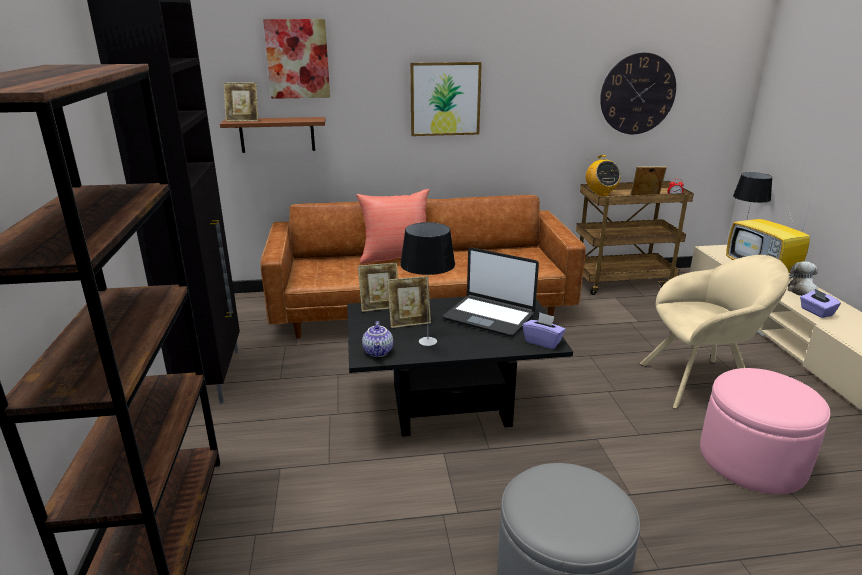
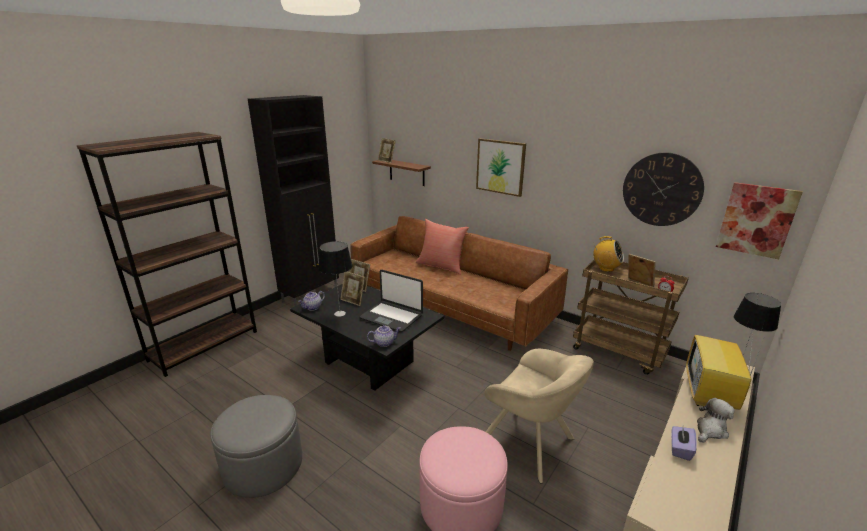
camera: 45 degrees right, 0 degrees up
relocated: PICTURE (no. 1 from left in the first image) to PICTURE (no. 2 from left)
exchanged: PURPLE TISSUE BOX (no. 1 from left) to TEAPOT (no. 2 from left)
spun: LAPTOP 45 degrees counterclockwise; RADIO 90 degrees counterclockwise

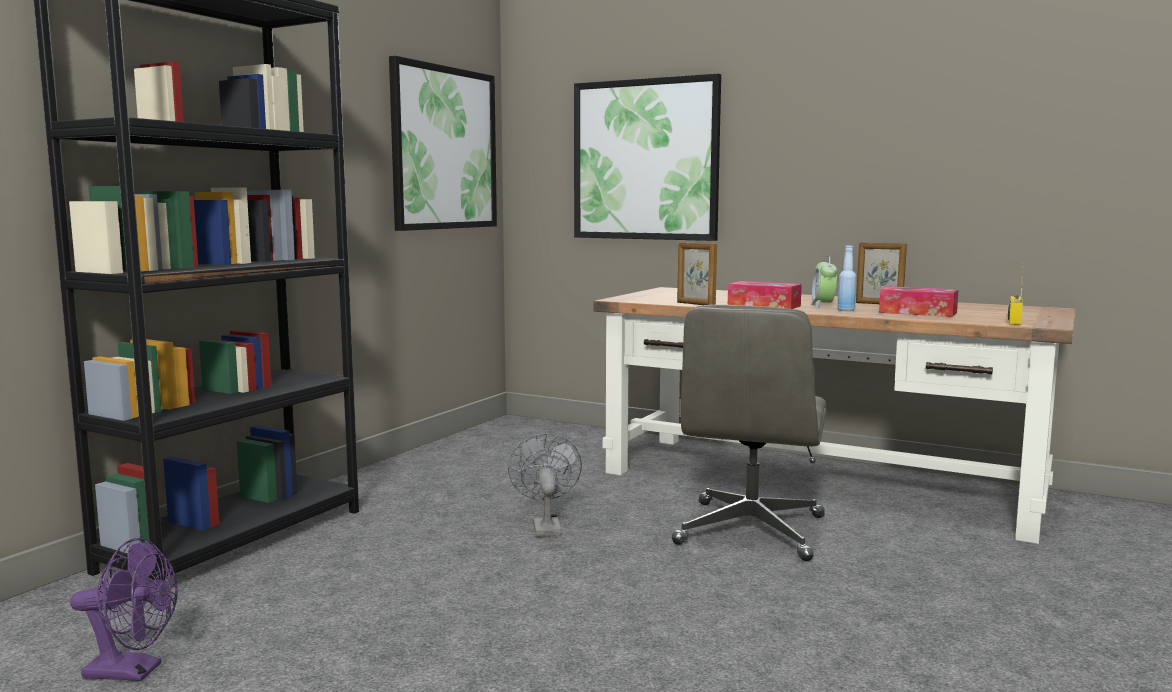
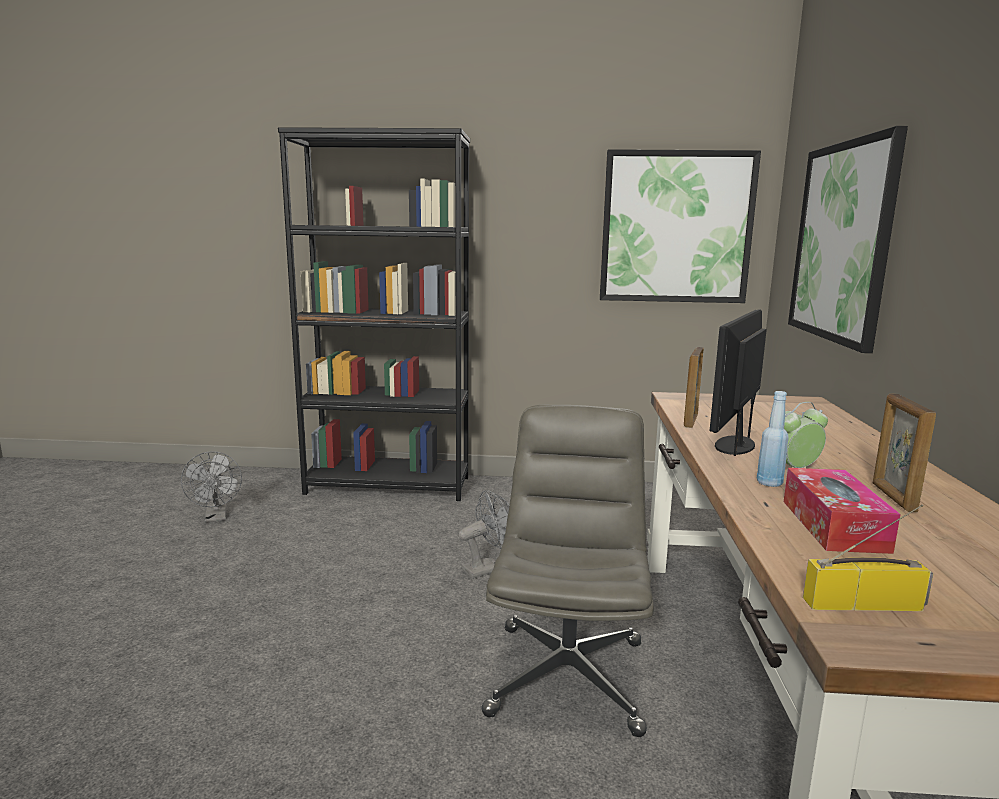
camera: 65 degrees right, 5 degrees up
exchanged: TISSUE BOX (no. 1 from left) to MONITOR
colour: PURPLE FAN to GREY FAN (no. 1 from left)
spun: GREY OFFICE CHAIR 105 degrees clockwise

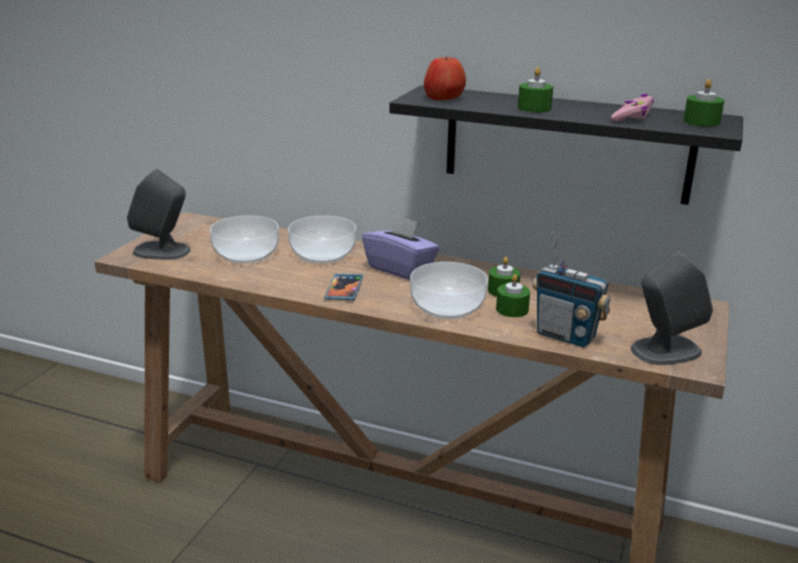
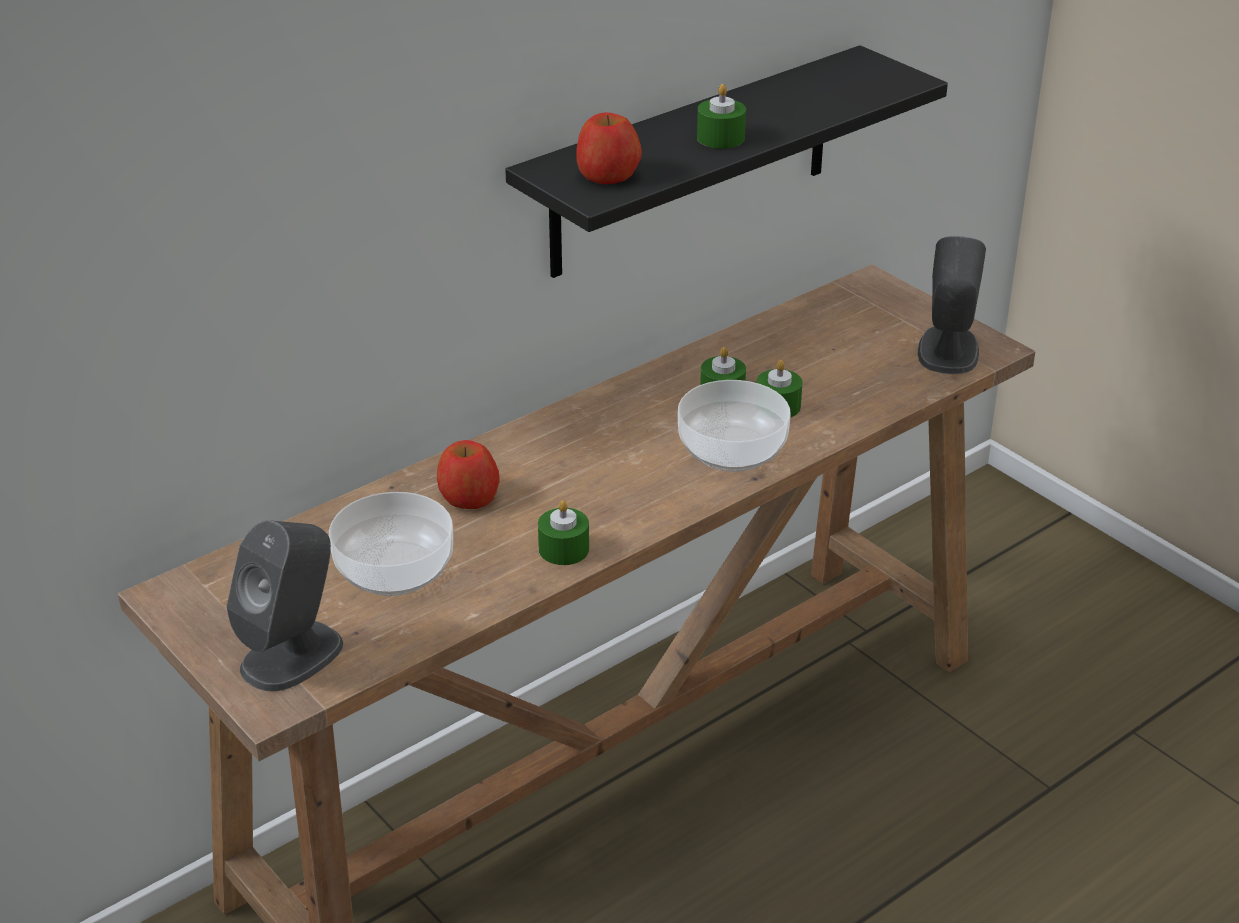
camera: 60 degrees left, 10 degrees up
missing: PHONE; PURPLE TISSUE BOX; RADIO; PINK GAME CONTROLLER
relocated: GREEN CANDLE (no. 4 from left in the first image) to GREEN CANDLE (no. 1 from left)
exchanged: BOWL (no. 2 from left) to APPLE (no. 1 from left)

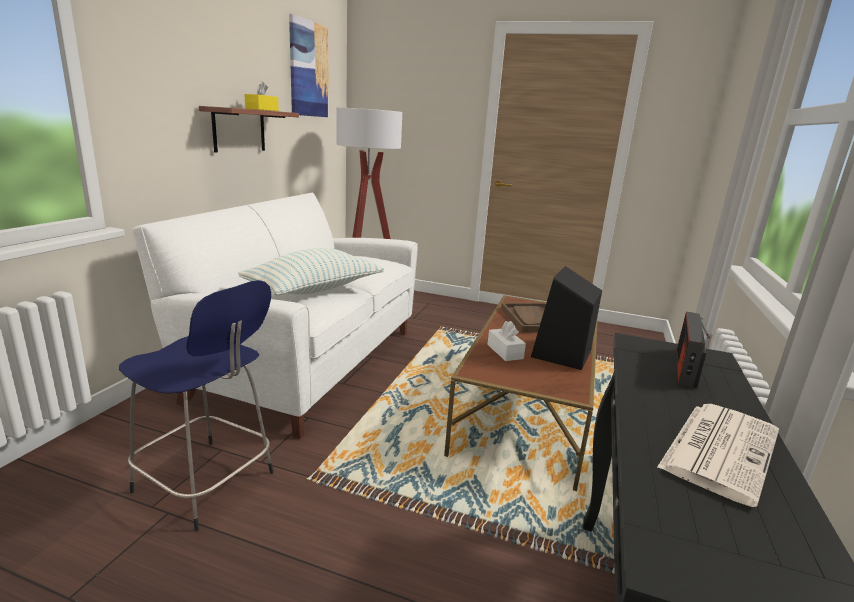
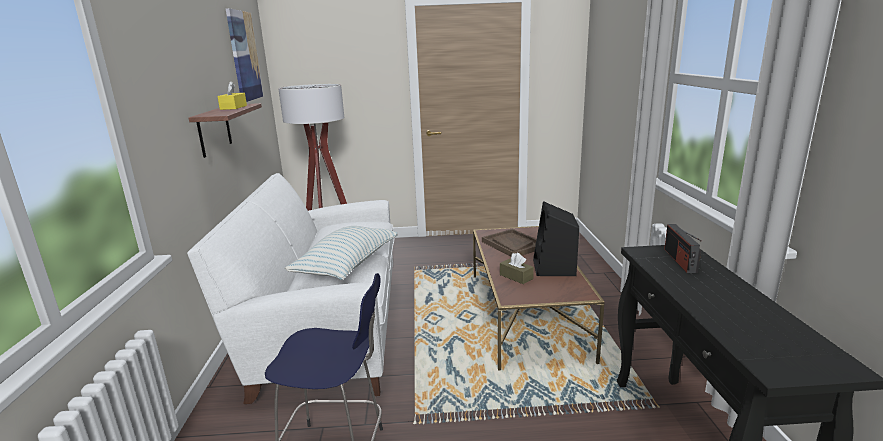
camera: 20 degrees left, 0 degrees up
missing: NEWSPAPER
colour: WHITE TISSUE BOX to BROWN TISSUE BOX

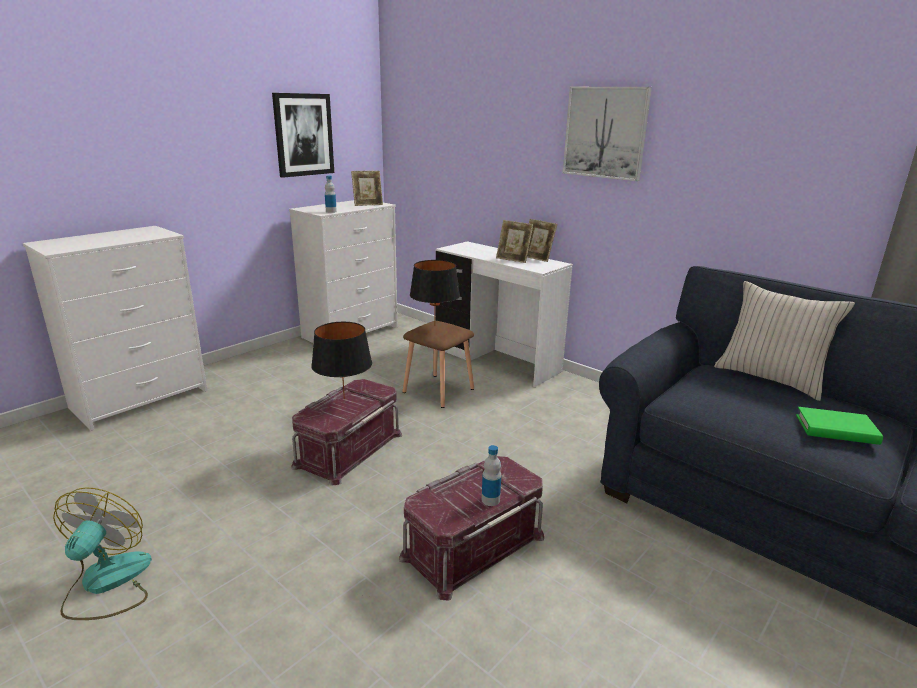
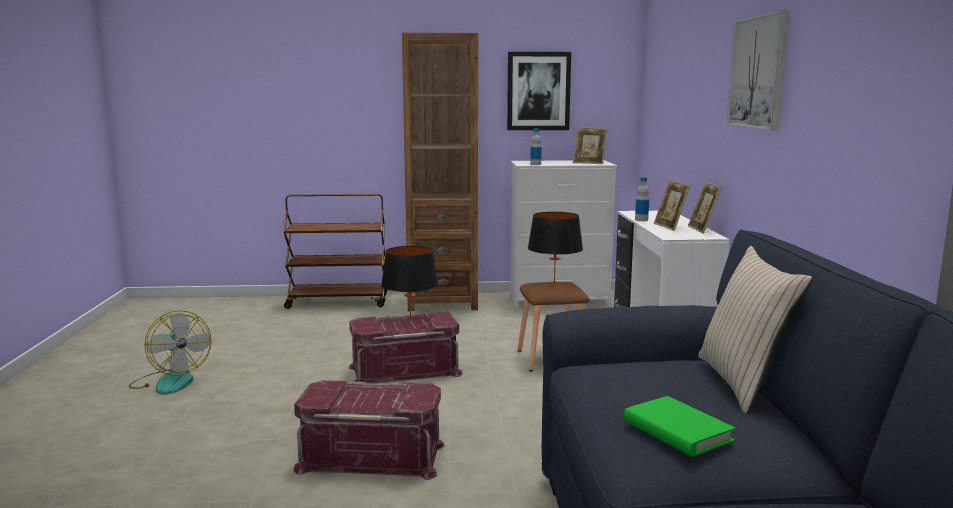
camera: 45 degrees right, 10 degrees down
appeared: BROWN BOOKCASE
relocated: BOTTLE (no. 2 from left)
exchanged: WHITE DRESSER (no. 1 from left) to BROWN CART
spun: FAN 90 degrees clockwise

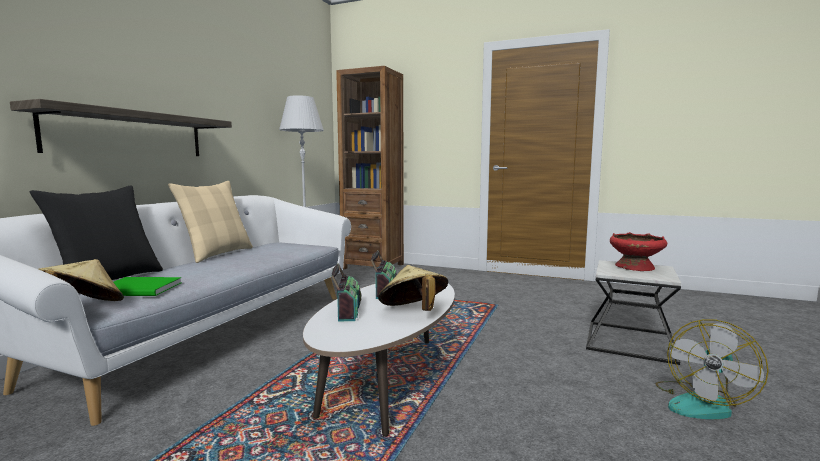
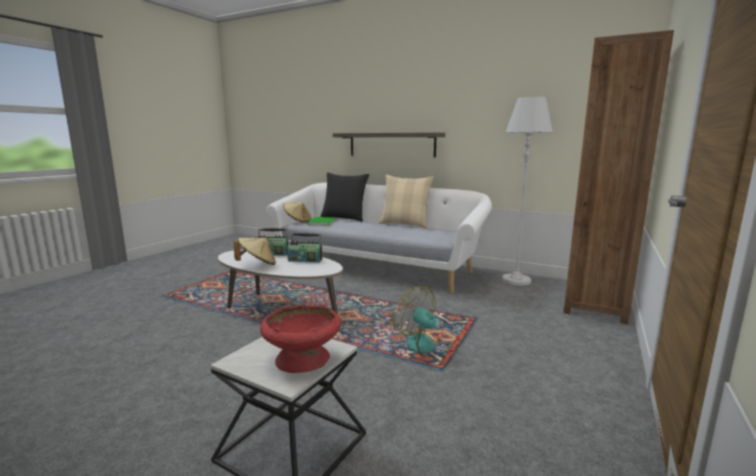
camera: 95 degrees right, 5 degrees up
relocated: FAN

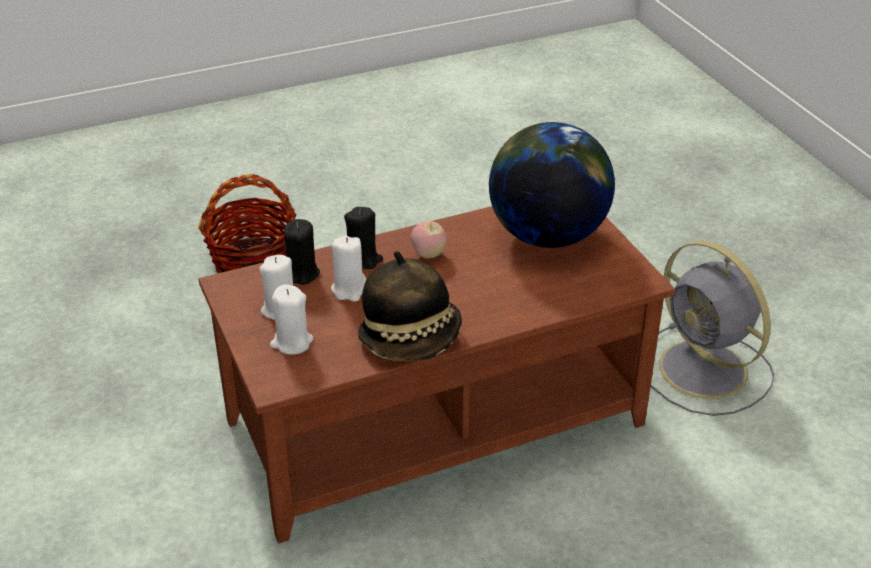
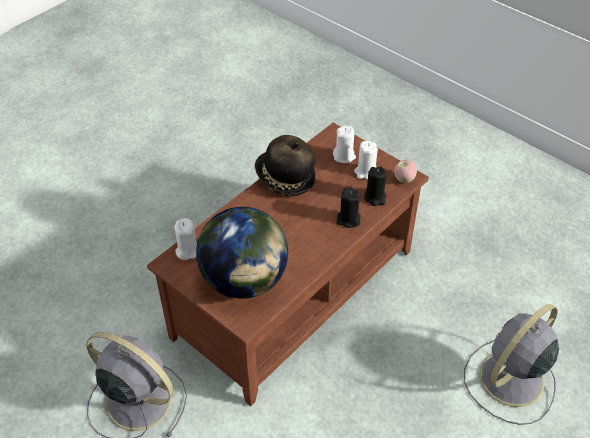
camera: 155 degrees right, 10 degrees up
relocated: WHITE CANDLE (no. 3 from left in the first image) to WHITE CANDLE (no. 1 from left); APPLE
exchanged: BASKET to GREY FAN (no. 2 from left)

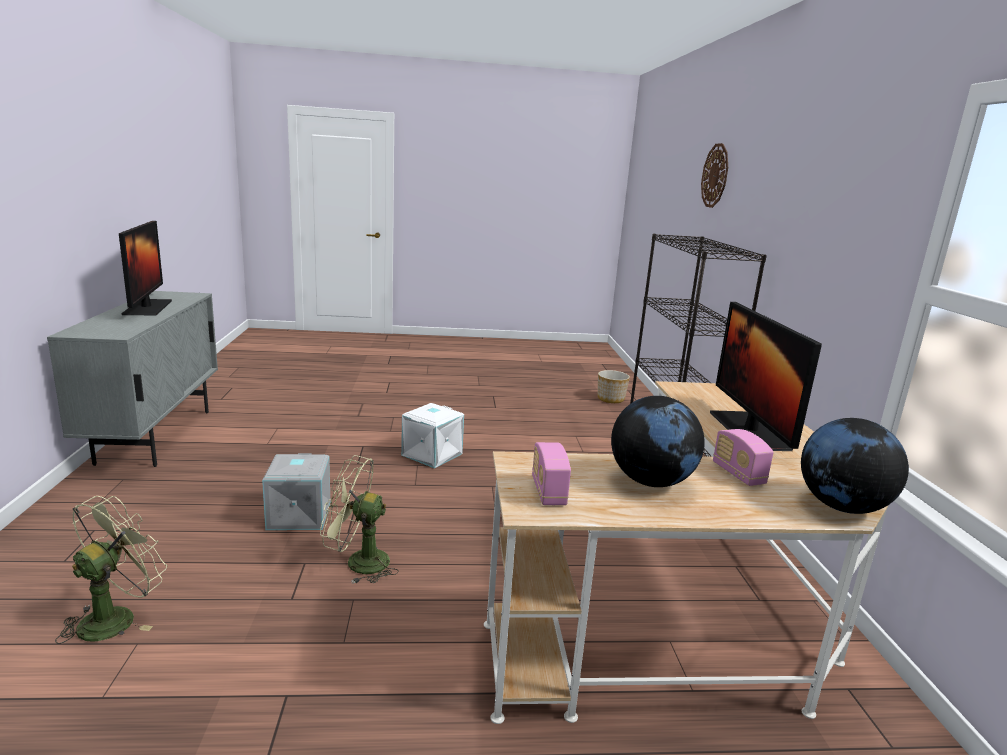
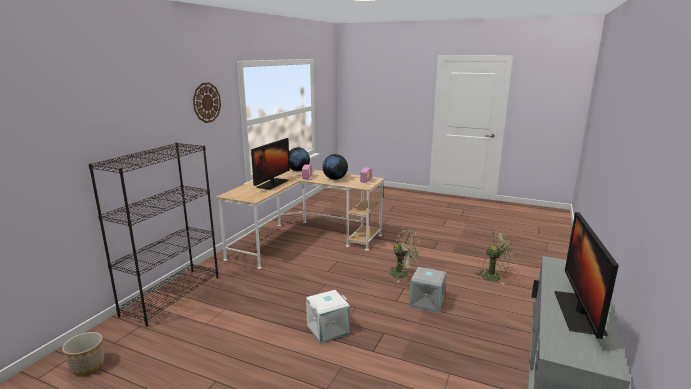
camera: 150 degrees left, 0 degrees up
relocated: WALL CLOCK
spun: GREEN FAN (no. 1 from left in the first image) 150 degrees counterclockwise

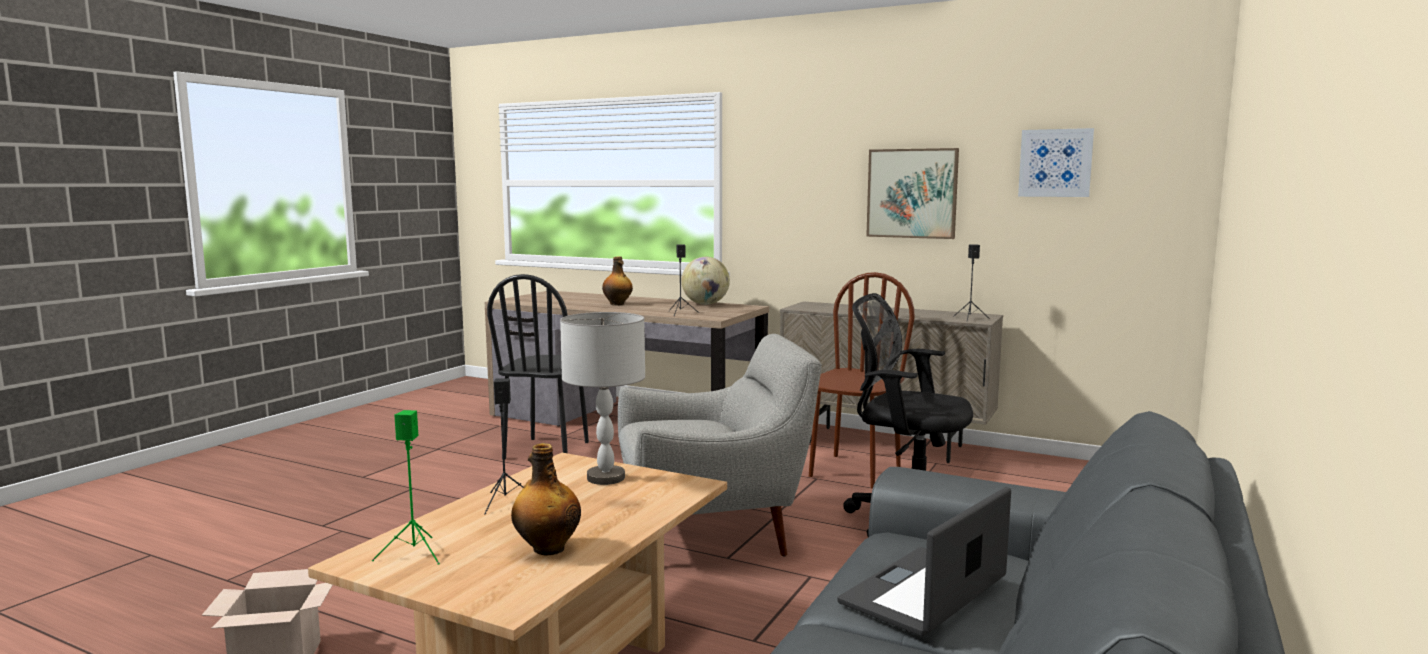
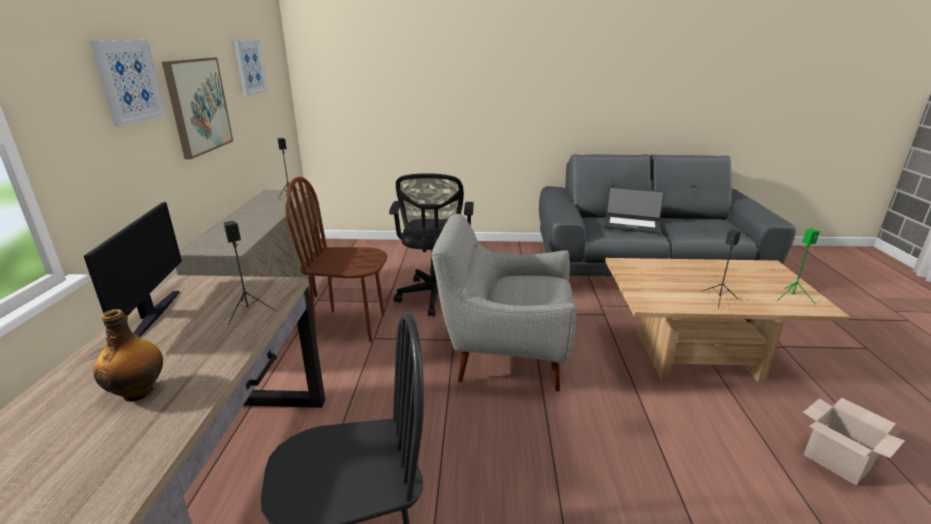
camera: 115 degrees left, 15 degrees up
missing: BOTTLE (no. 1 from left); GREY TABLE LAMP
appeared: PICTURE (no. 1 from left)
exchanged: GLOBE to MONITOR
spun: GREY ARMCHAIR 45 degrees counterclockwise

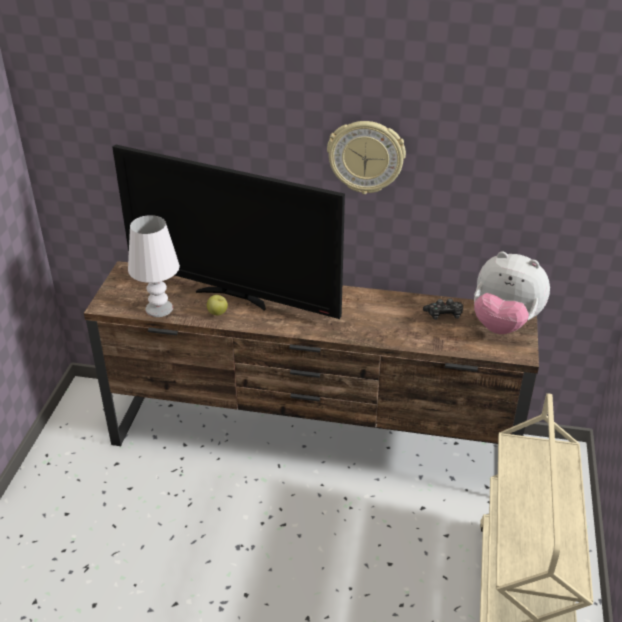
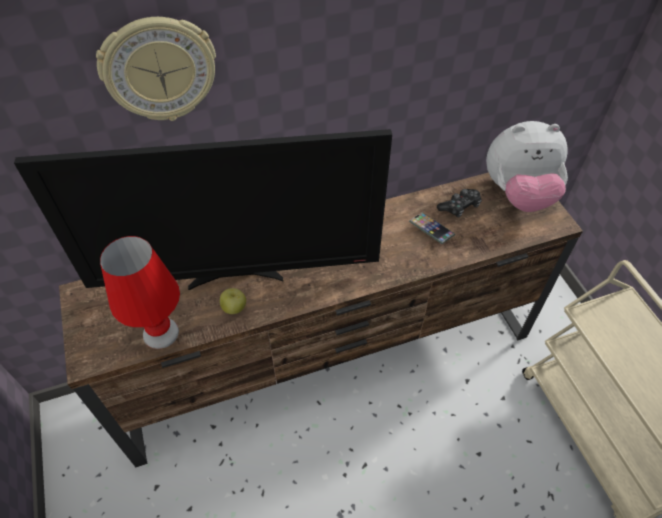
camera: 30 degrees left, 15 degrees up
appeared: PHONE
relocated: WALL CLOCK
colour: WHITE TABLE LAMP to RED TABLE LAMP

